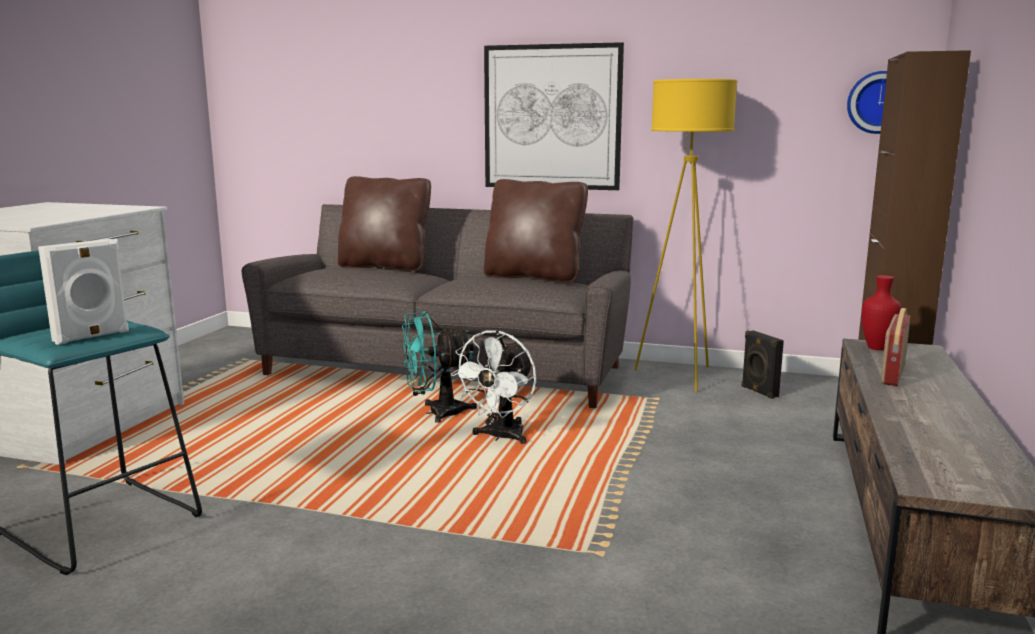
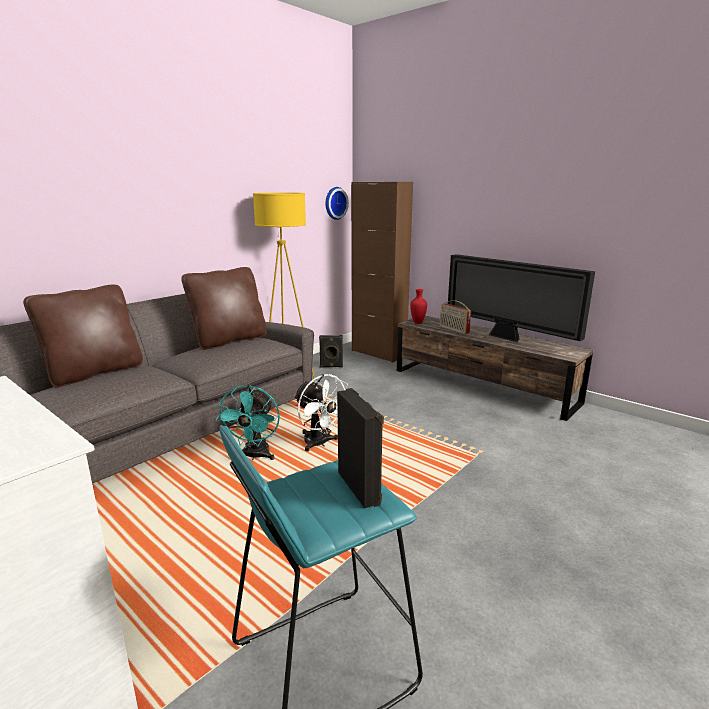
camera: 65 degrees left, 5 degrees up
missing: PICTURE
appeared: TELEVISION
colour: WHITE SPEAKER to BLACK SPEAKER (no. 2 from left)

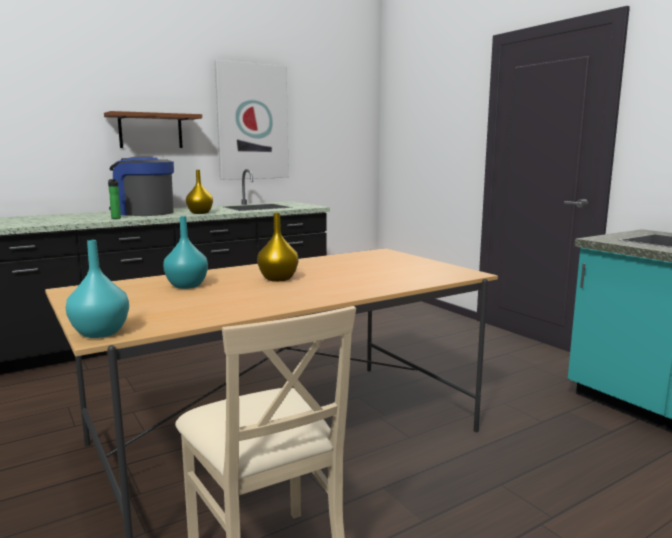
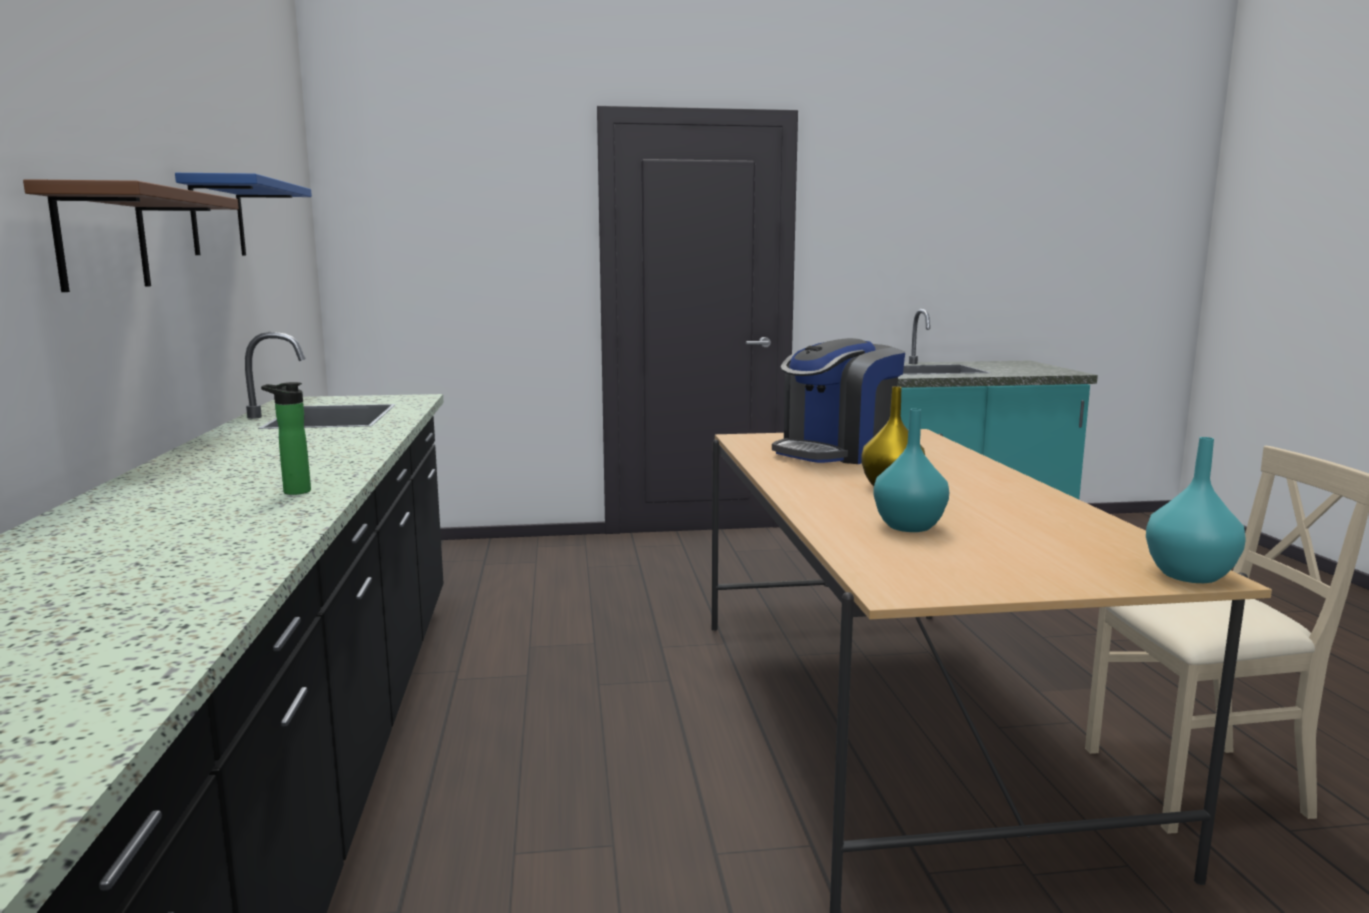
camera: 65 degrees left, 0 degrees up
missing: YELLOW VASE (no. 1 from left)
relocated: COFFEE MACHINE
exchanged: PICTURE to BLUE SHELF

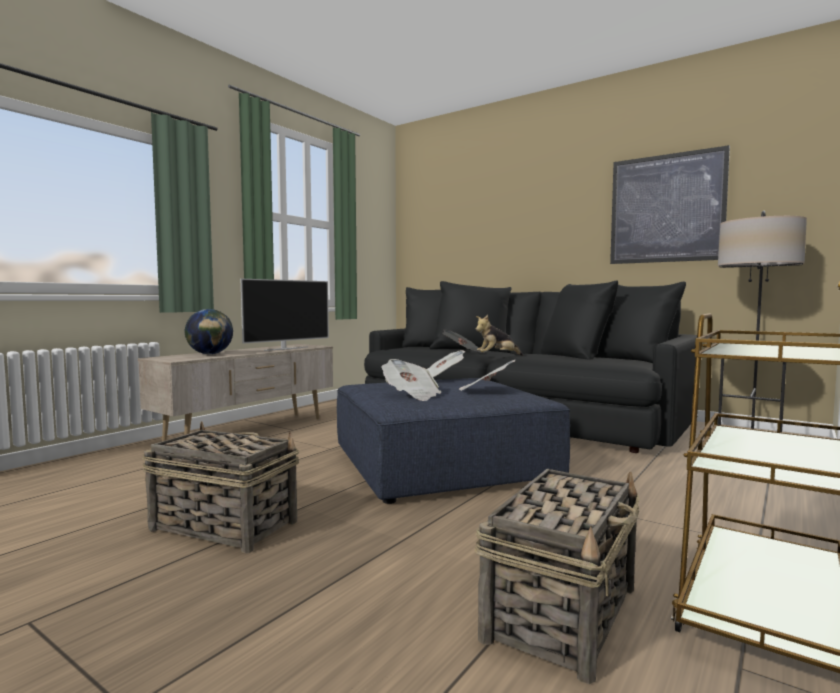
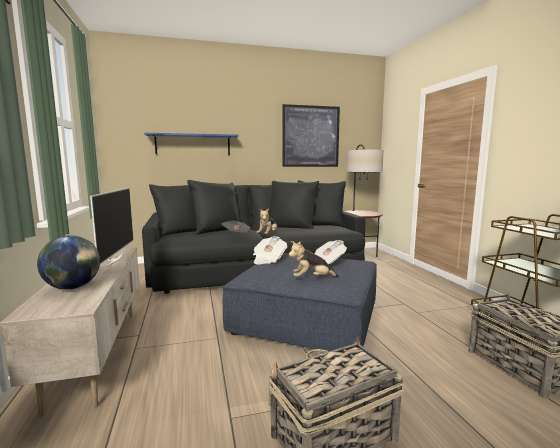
camera: 50 degrees left, 5 degrees up
appeared: BLUE SHELF
exchanged: NEWSPAPER (no. 1 from left) to PLUSH TOY (no. 2 from left)

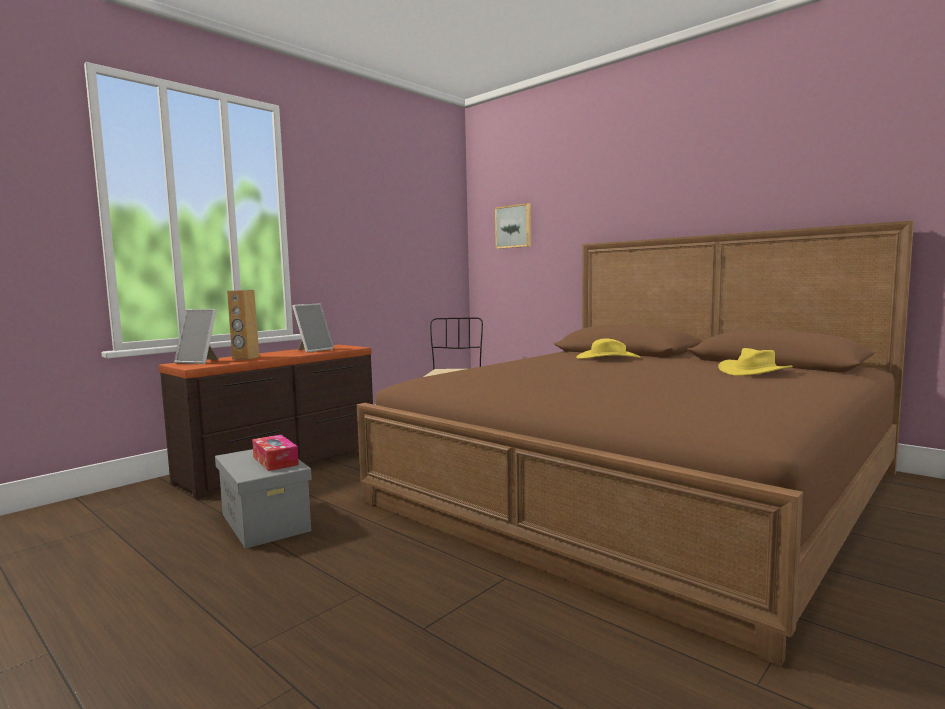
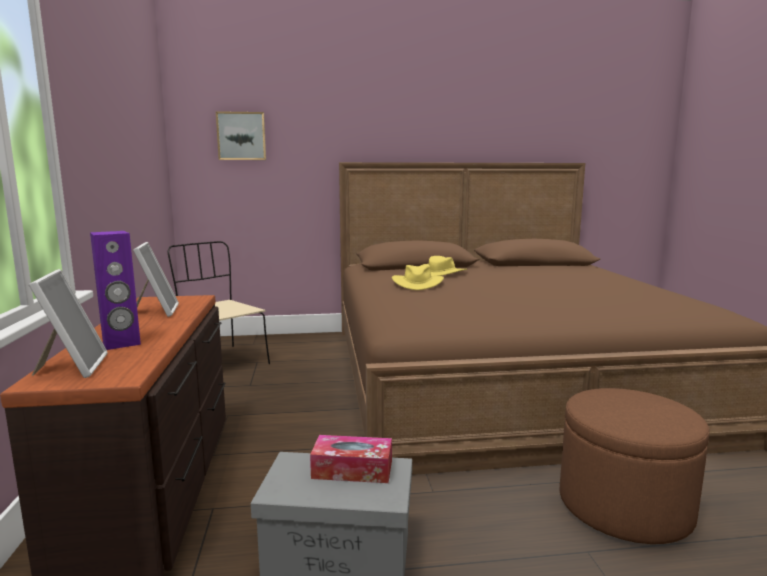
camera: 50 degrees left, 5 degrees up
appeared: BROWN OTTOMAN
relocated: YELLOW HAT (no. 2 from left in the first image) to YELLOW HAT (no. 1 from left)
colour: BROWN SPEAKER to PURPLE SPEAKER
spun: PICTURE FRAME (no. 1 from left) 75 degrees counterclockwise

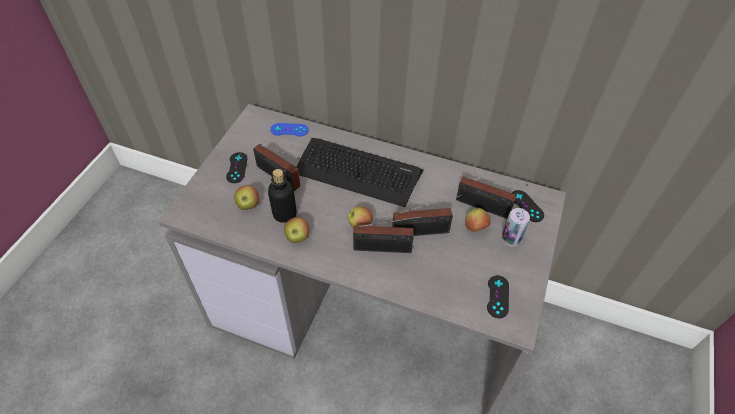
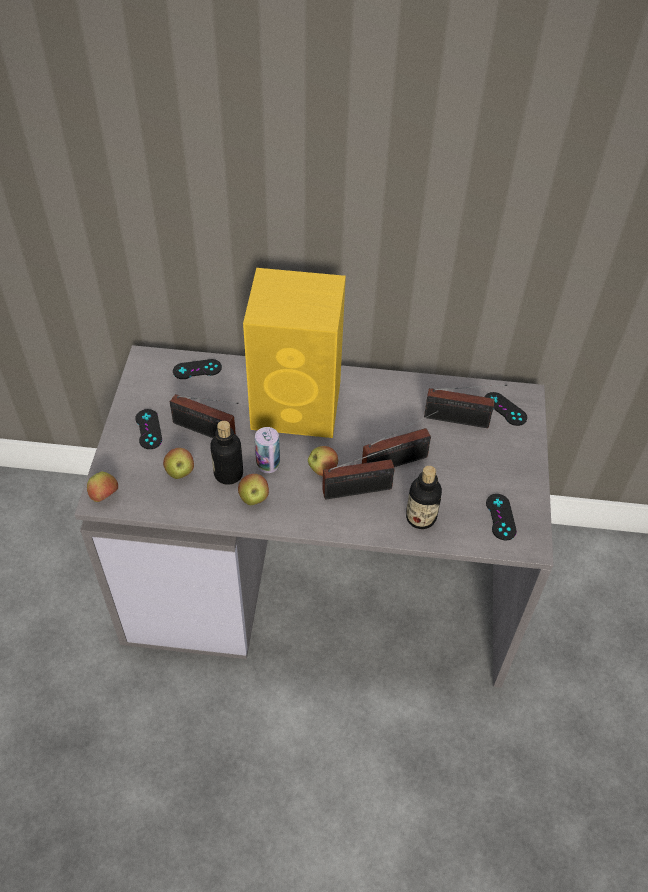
camera: 15 degrees left, 0 degrees up
appeared: BOTTLE (no. 2 from left)
relocated: APPLE (no. 4 from left in the first image) to APPLE (no. 1 from left); CAN
exchanged: KEYBOARD to YELLOW SPEAKER
colour: BLUE GAME CONTROLLER to BLACK GAME CONTROLLER (no. 2 from left)

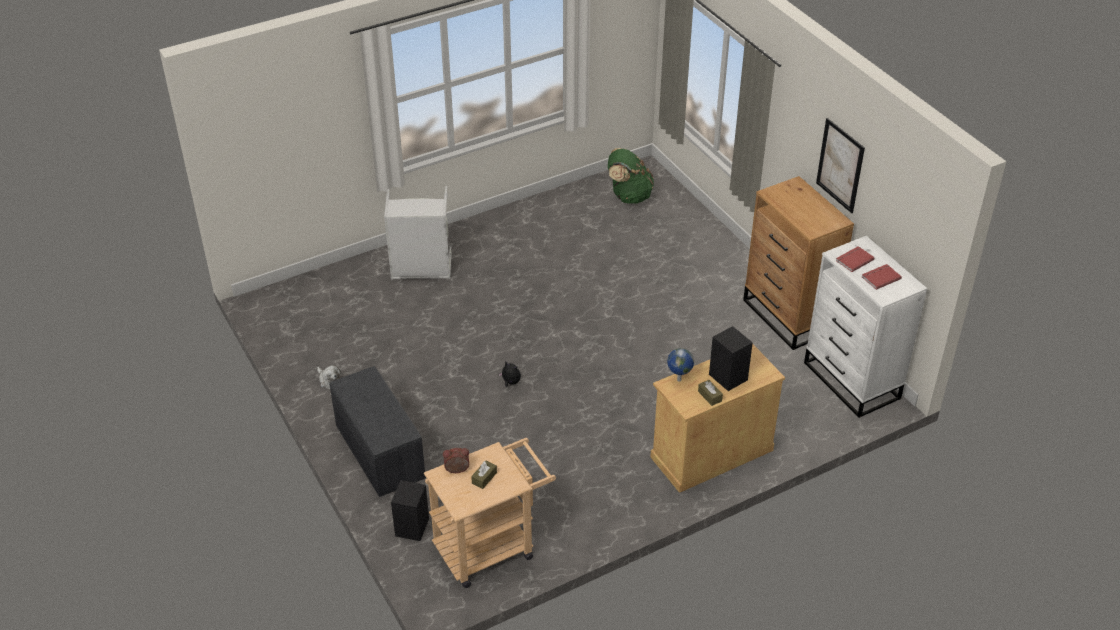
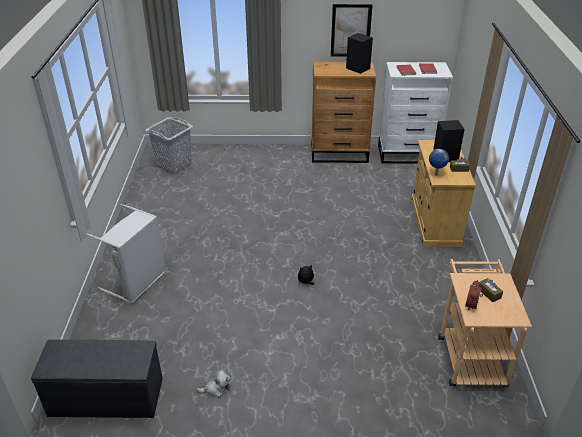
camera: 60 degrees left, 5 degrees down
relocated: GREY BENCH; BLACK SPEAKER (no. 1 from left)
exchanged: GREEN BACKPACK to GREY LAUNDRY BASKET (no. 2 from left)

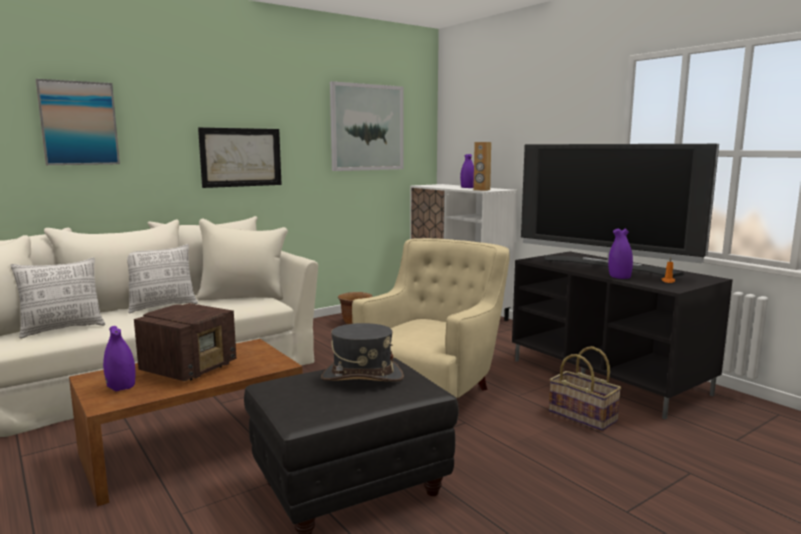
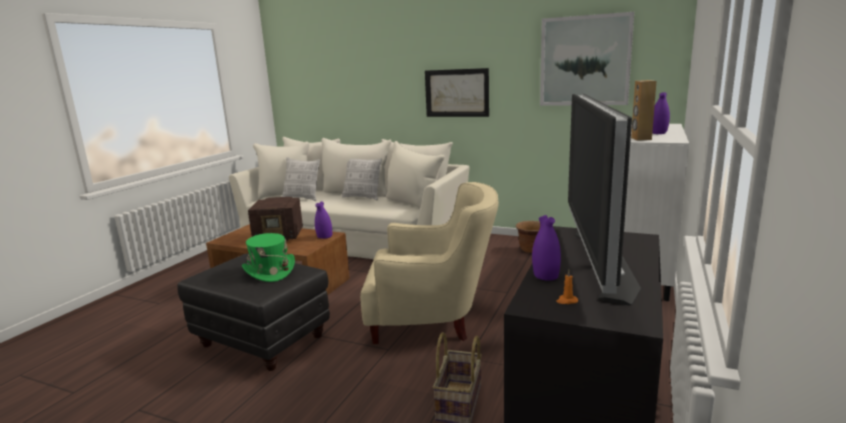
camera: 60 degrees right, 5 degrees up
missing: PICTURE (no. 1 from left)
relocated: PURPLE VASE (no. 1 from left)
colour: GREY HAT to GREEN HAT

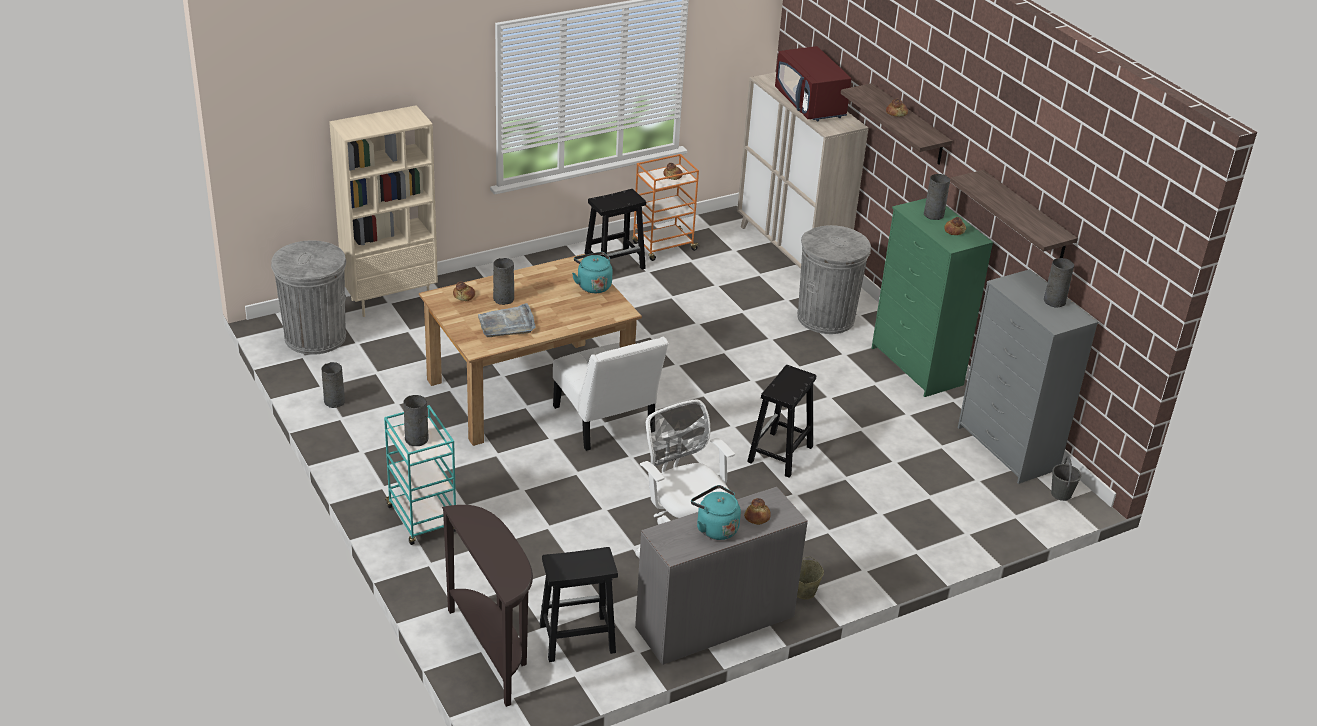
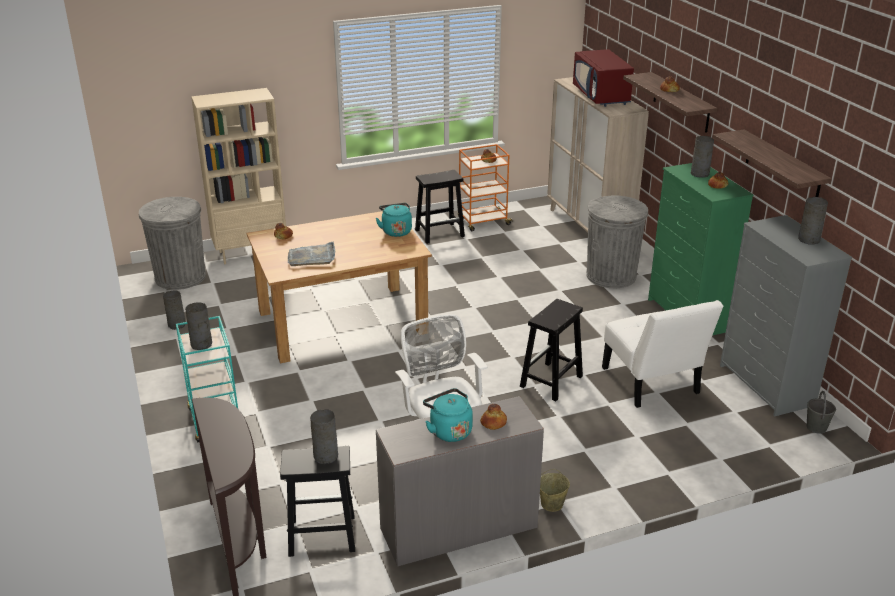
camera: 10 degrees right, 5 degrees down
relocated: GREY VASE (no. 3 from left); WHITE CHAIR

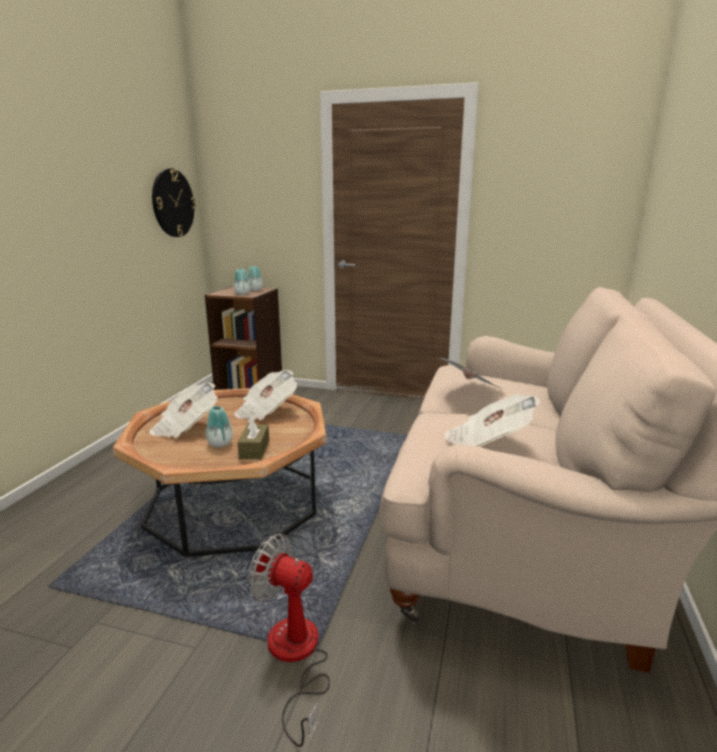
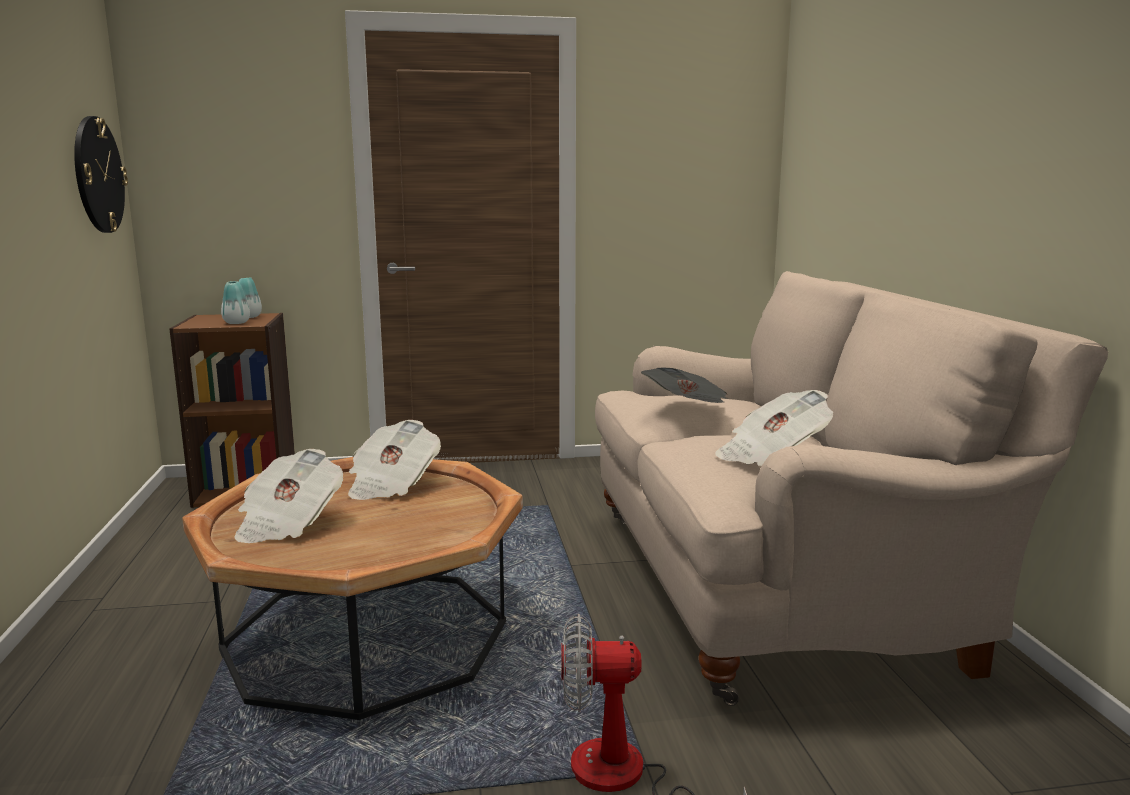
camera: 25 degrees left, 5 degrees down
missing: VASE (no. 1 from left); BROWN TISSUE BOX

